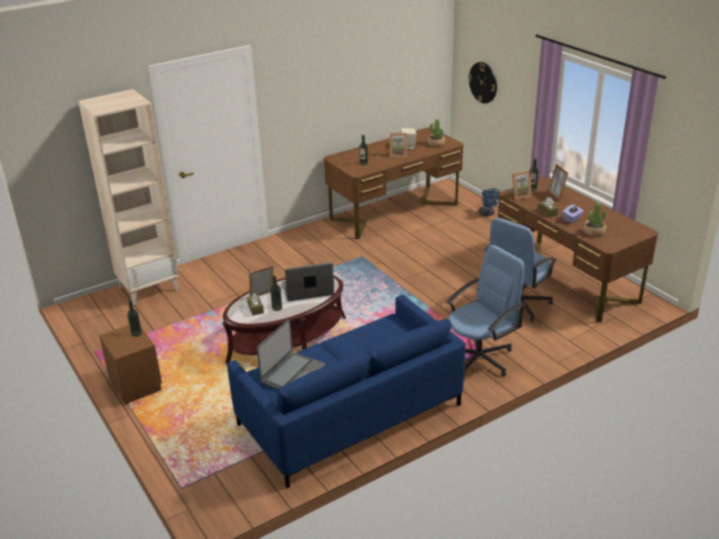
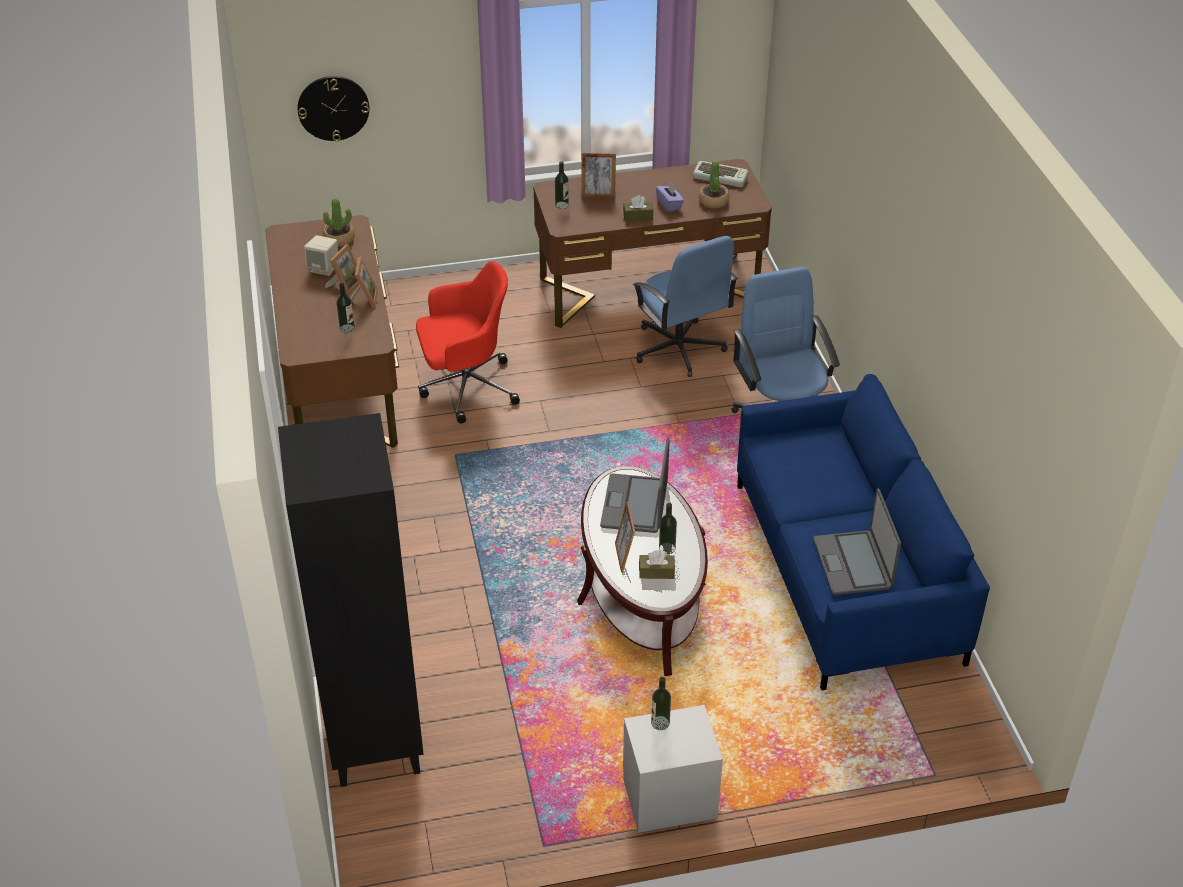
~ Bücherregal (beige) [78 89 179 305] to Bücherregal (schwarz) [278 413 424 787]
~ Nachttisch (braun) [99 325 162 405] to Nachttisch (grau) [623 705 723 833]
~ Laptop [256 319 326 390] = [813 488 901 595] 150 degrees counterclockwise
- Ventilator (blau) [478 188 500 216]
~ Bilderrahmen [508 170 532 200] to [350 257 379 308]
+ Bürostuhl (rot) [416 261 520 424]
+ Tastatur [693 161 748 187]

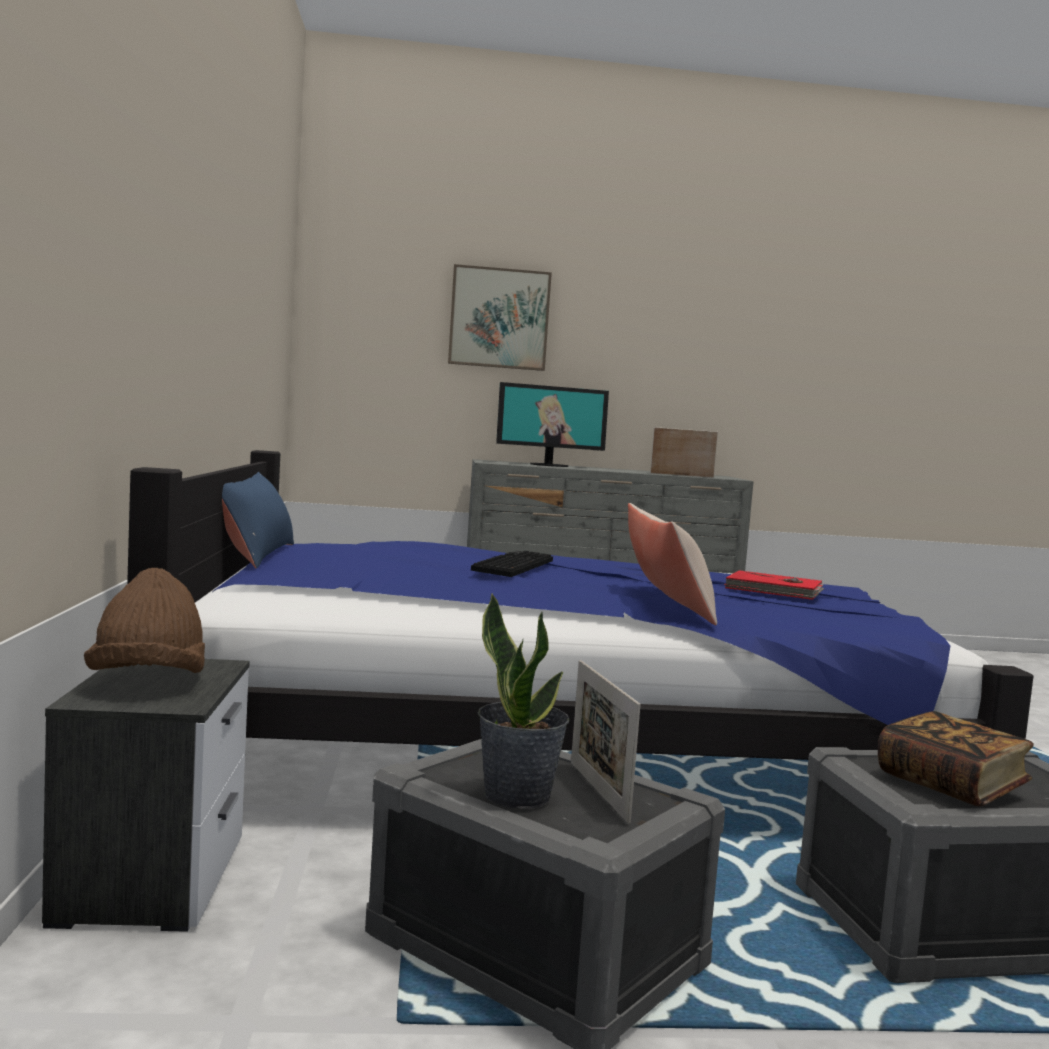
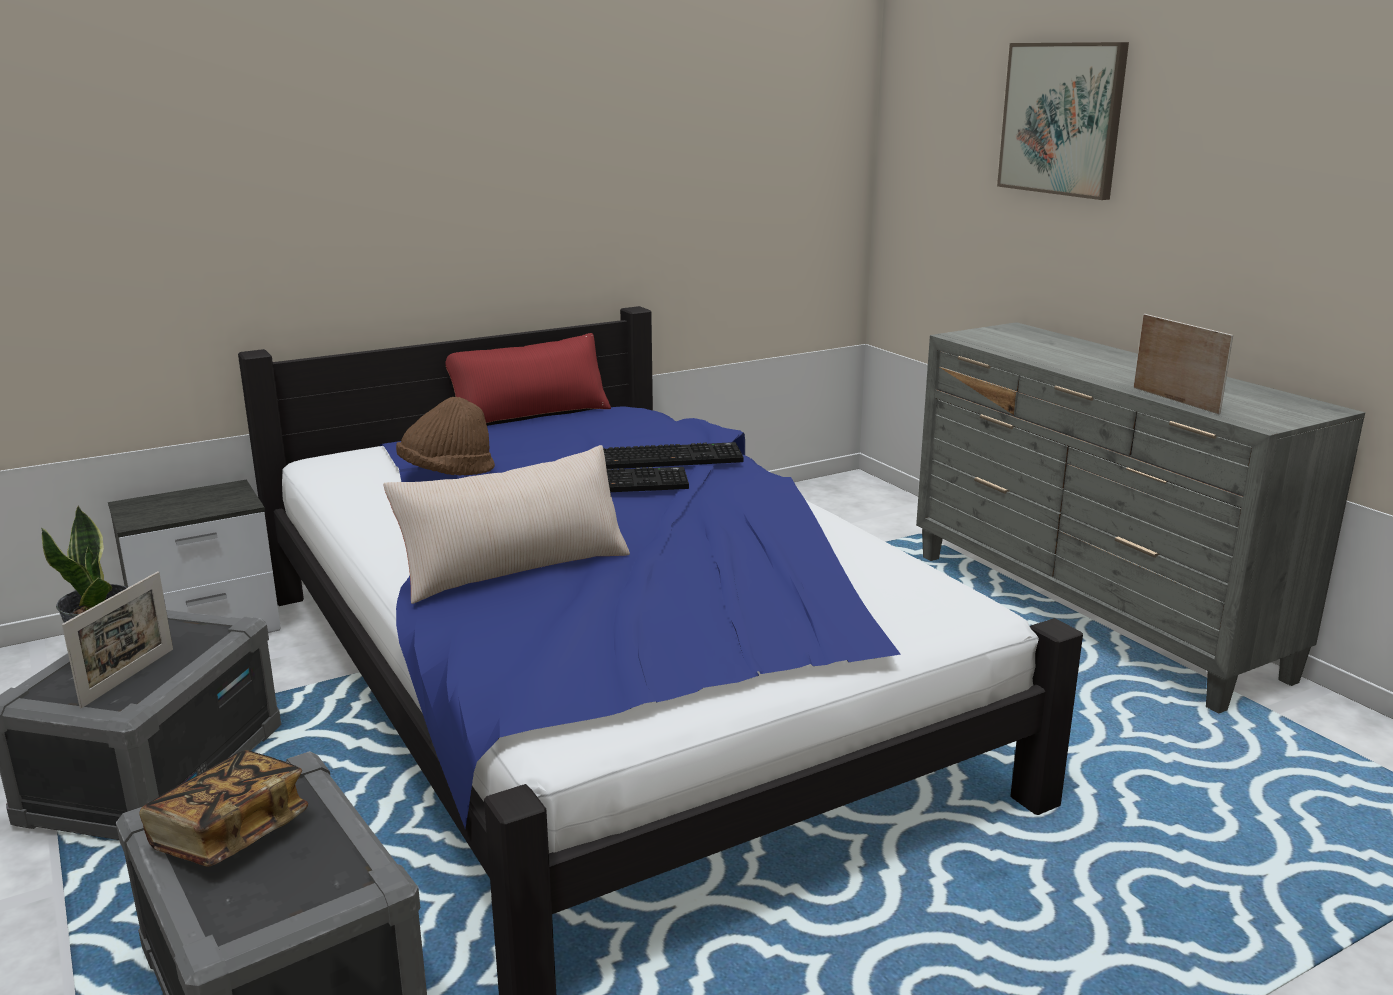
~ Hut (braun) [84 568 205 673] to [396 397 495 476]
~ Kissen (blau) [222 472 294 568] to Kissen (rot) [445 333 611 423]
- Monitor [496 382 609 467]
~ Bilderrahmen [571 660 641 824] = [62 571 173 709] 150 degrees clockwise
- Buch (rot) [724 570 824 600]
+ Tastatur [603 442 744 469]

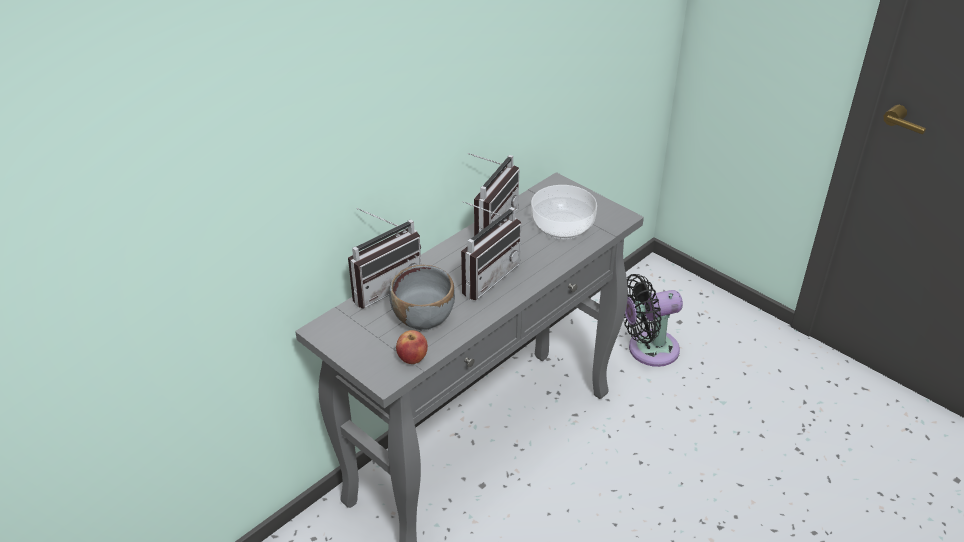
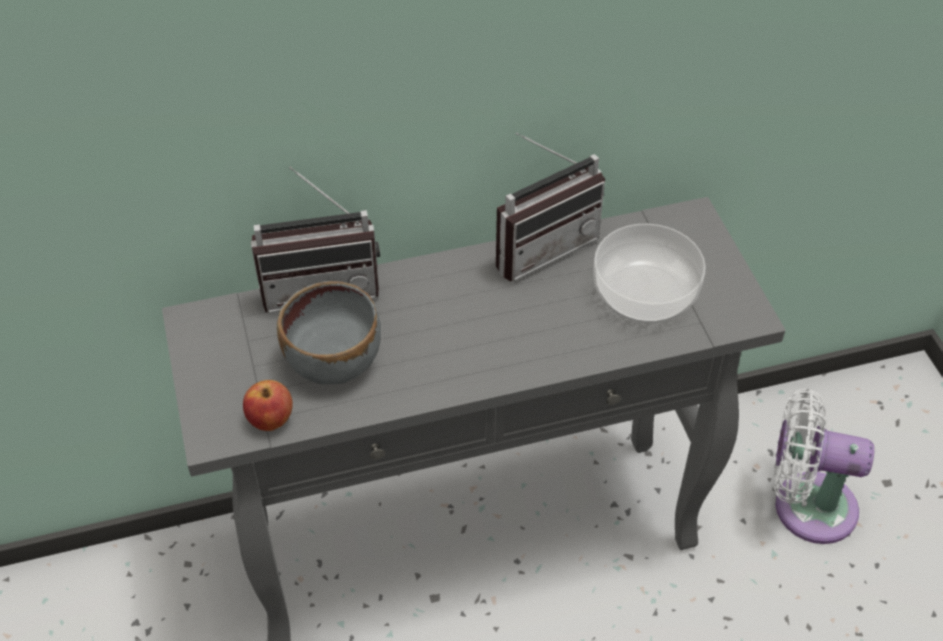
- Radio [461 201 521 300]
~ Ventilator (schwarz) [623 274 683 367] to Ventilator (weiß) [774 388 874 544]

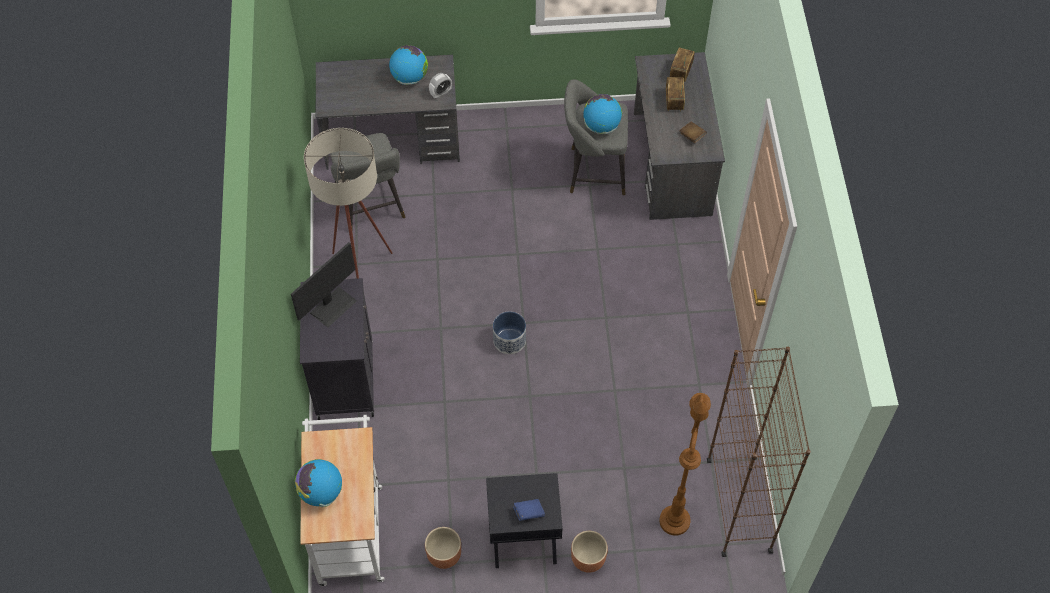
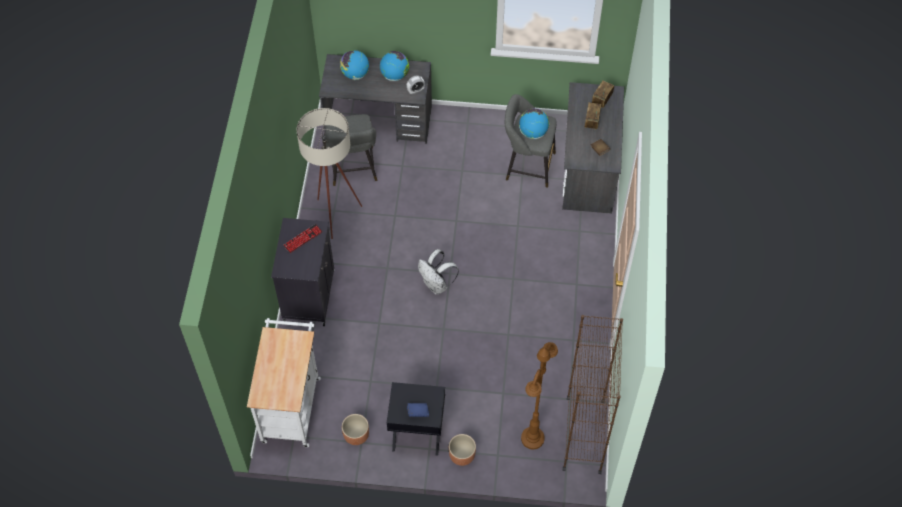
~ Monitor [291 242 357 328] to Tastatur [283 224 322 253]
~ Globus [295 459 342 507] to [340 50 369 80]
~ Pflanzkübel [493 311 526 354] to Rucksack (weiß) [418 249 459 295]

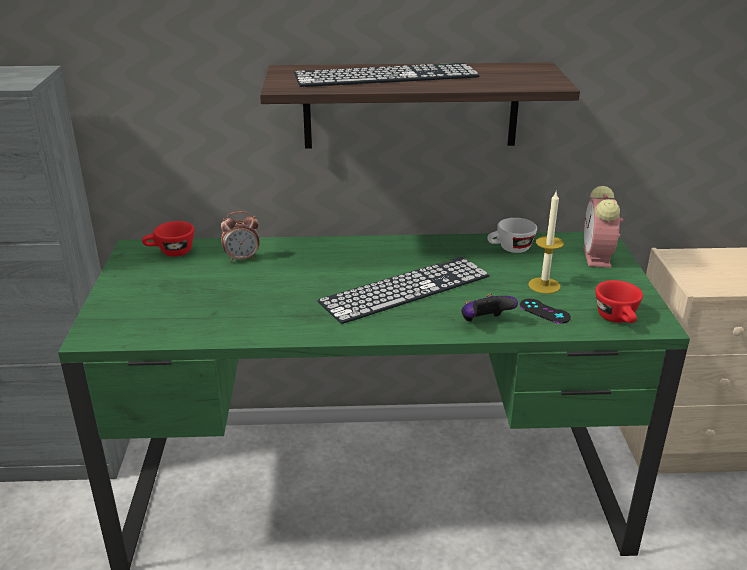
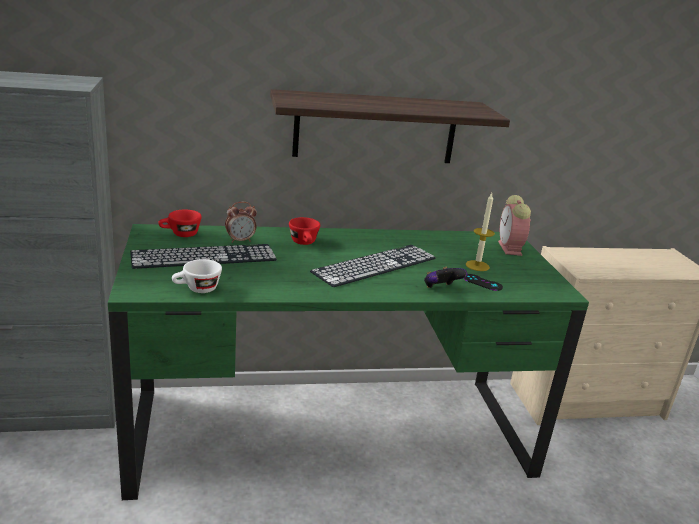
~ Tastatur [294 63 479 87] to [130 244 277 269]
~ Tasse (weiß) [487 218 537 253] to [172 259 222 293]
~ Tasse (rot) [595 280 643 323] to [289 217 320 245]

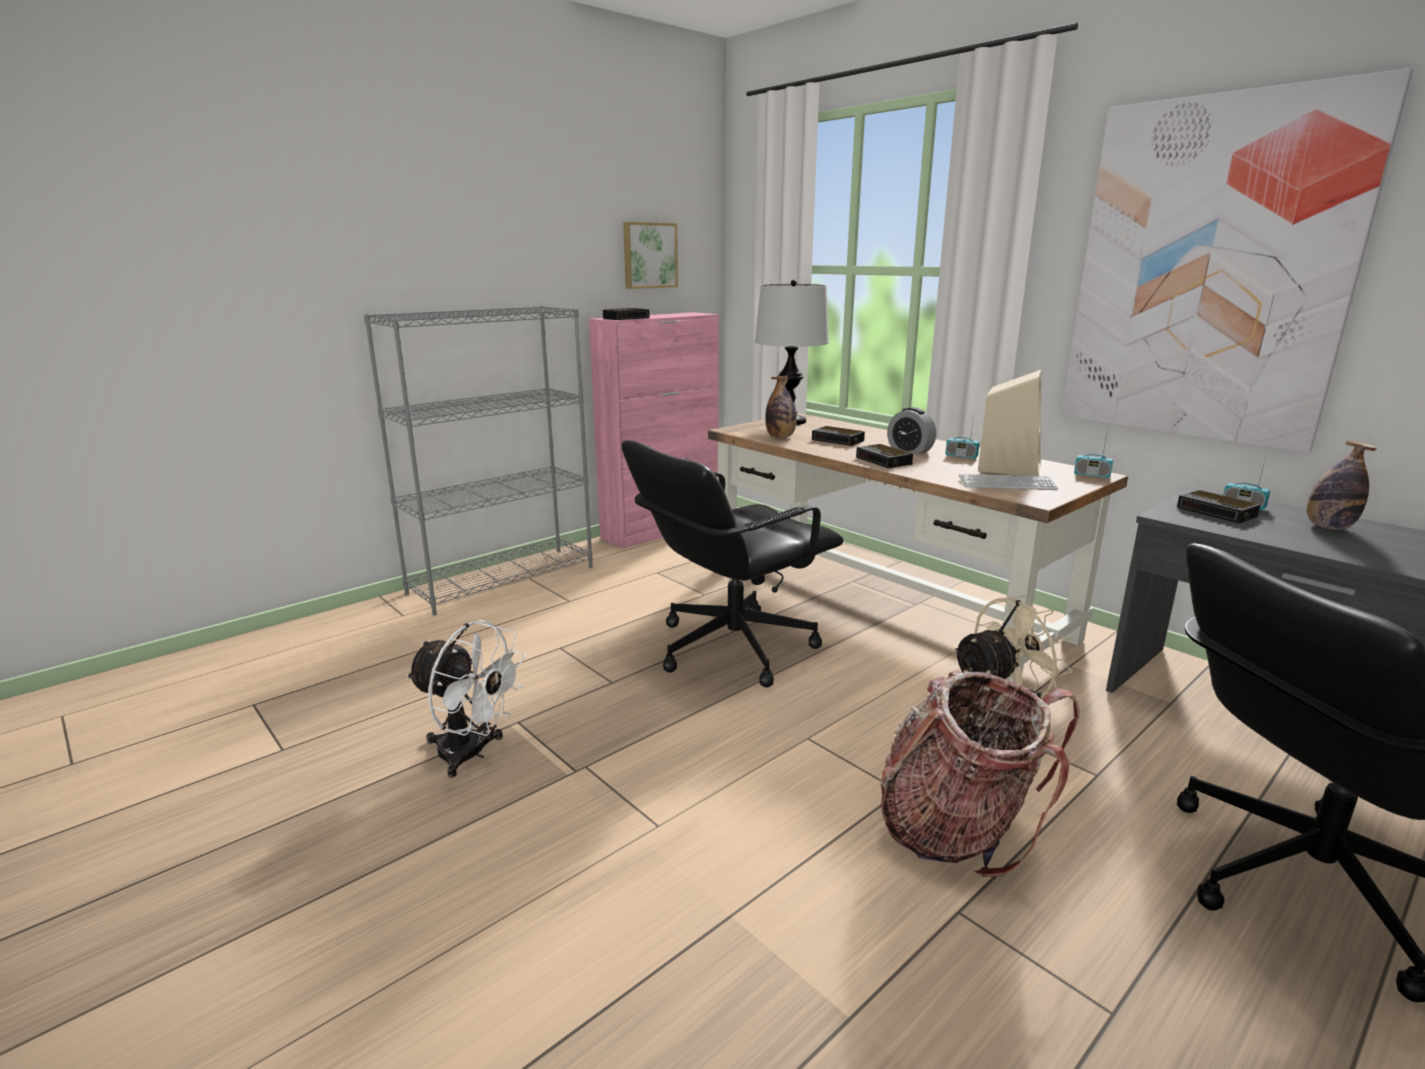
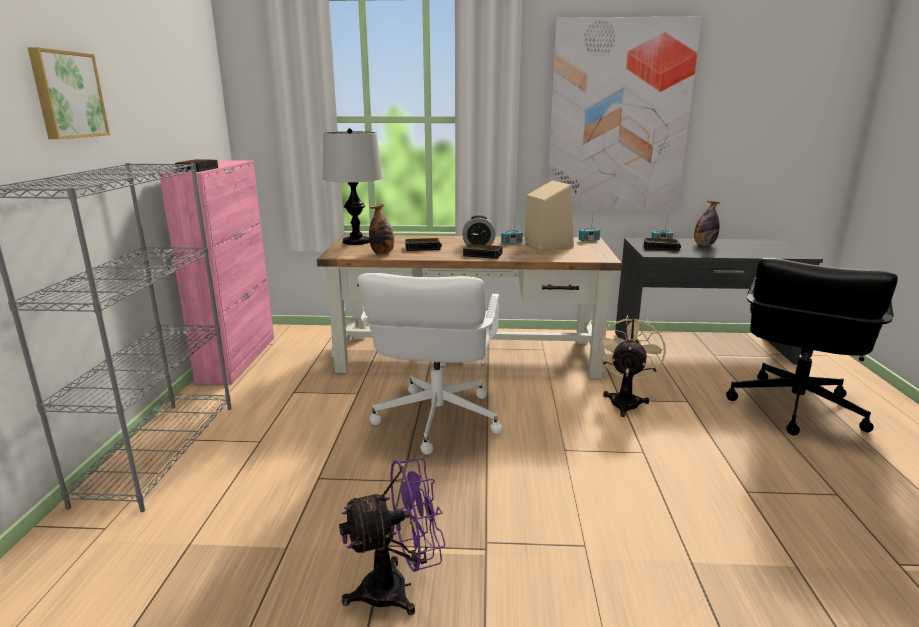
~ Ventilator (weiß) [406 620 526 778] to Ventilator (lila) [339 459 446 615]
~ Bürostuhl (schwarz) [622 440 844 688] to Bürostuhl (weiß) [358 273 503 455]
~ Bild [623 222 678 289] to [28 47 110 139]
- Rucksack [880 670 1080 877]
- Tastatur [959 474 1058 490]

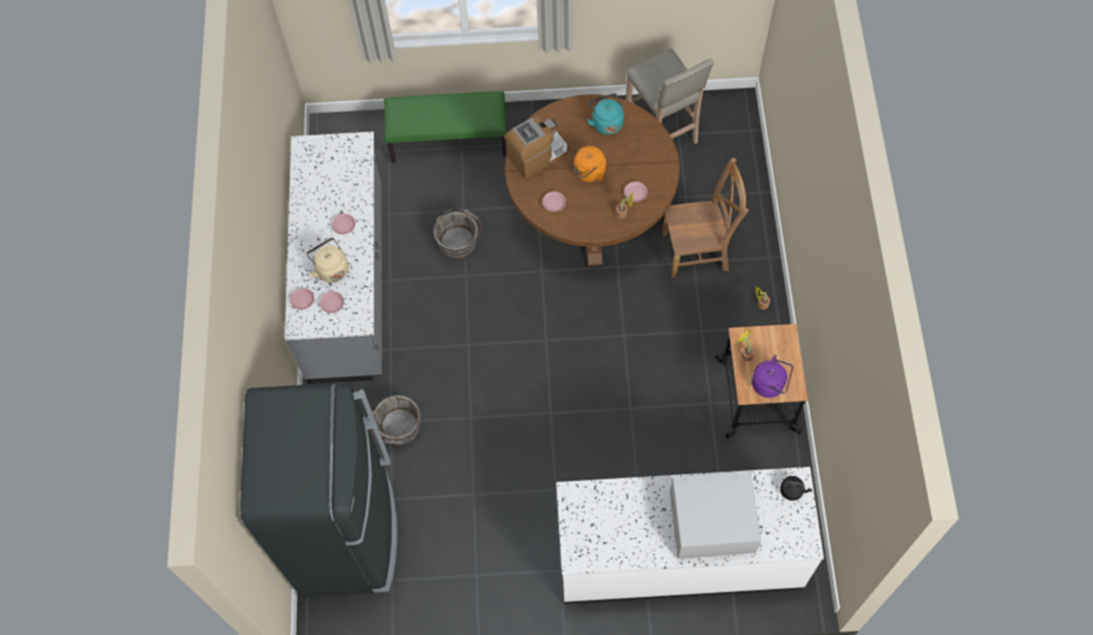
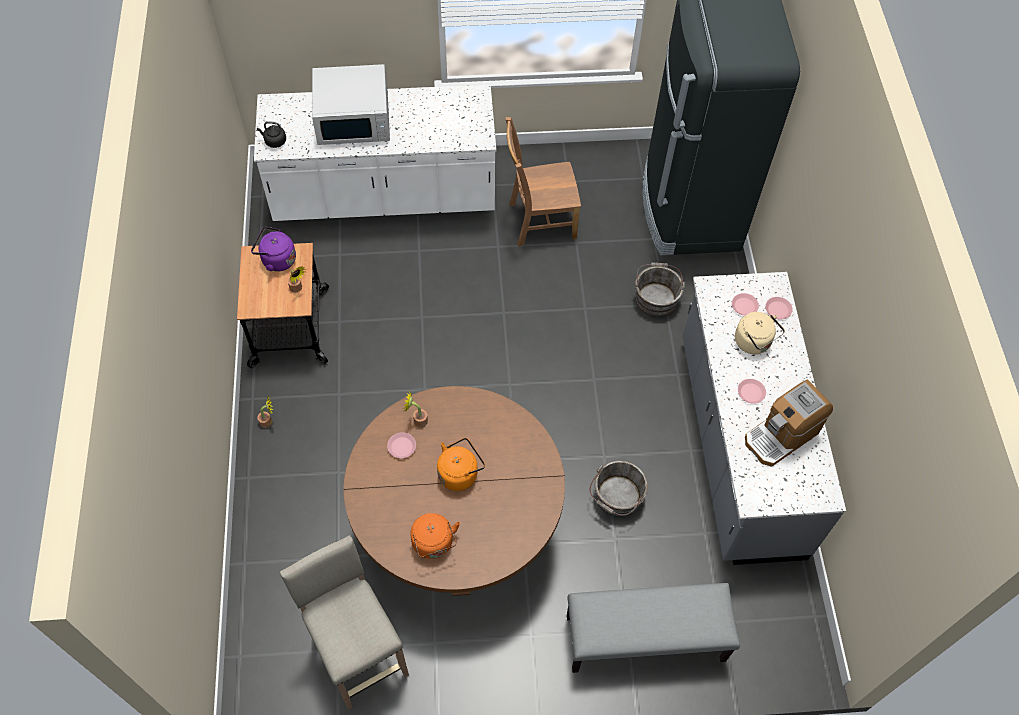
~ Bank (grün) [384 91 507 163] to Bank (grau) [567 583 740 673]
~ Kaffeemaschine [504 116 567 179] to [745 379 833 467]
- Teller (rosa) [542 191 566 212]
~ Wasserkessel (türkis) [587 93 624 135] to Wasserkessel (orange) [410 513 460 559]
~ Stuhl (braun) [662 158 748 278] to [505 117 581 247]

